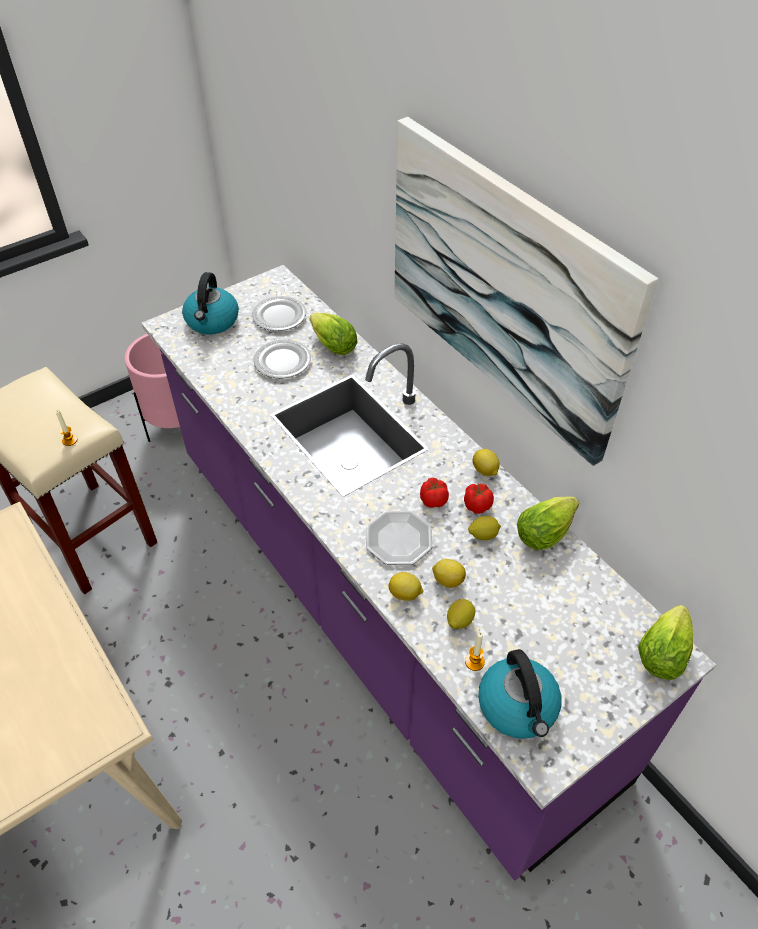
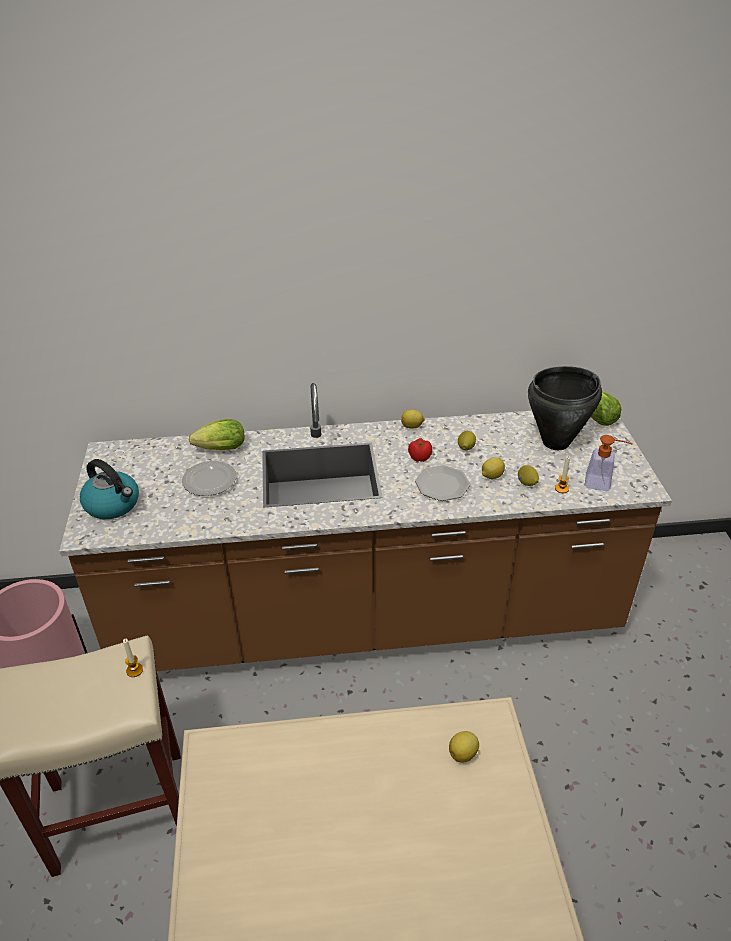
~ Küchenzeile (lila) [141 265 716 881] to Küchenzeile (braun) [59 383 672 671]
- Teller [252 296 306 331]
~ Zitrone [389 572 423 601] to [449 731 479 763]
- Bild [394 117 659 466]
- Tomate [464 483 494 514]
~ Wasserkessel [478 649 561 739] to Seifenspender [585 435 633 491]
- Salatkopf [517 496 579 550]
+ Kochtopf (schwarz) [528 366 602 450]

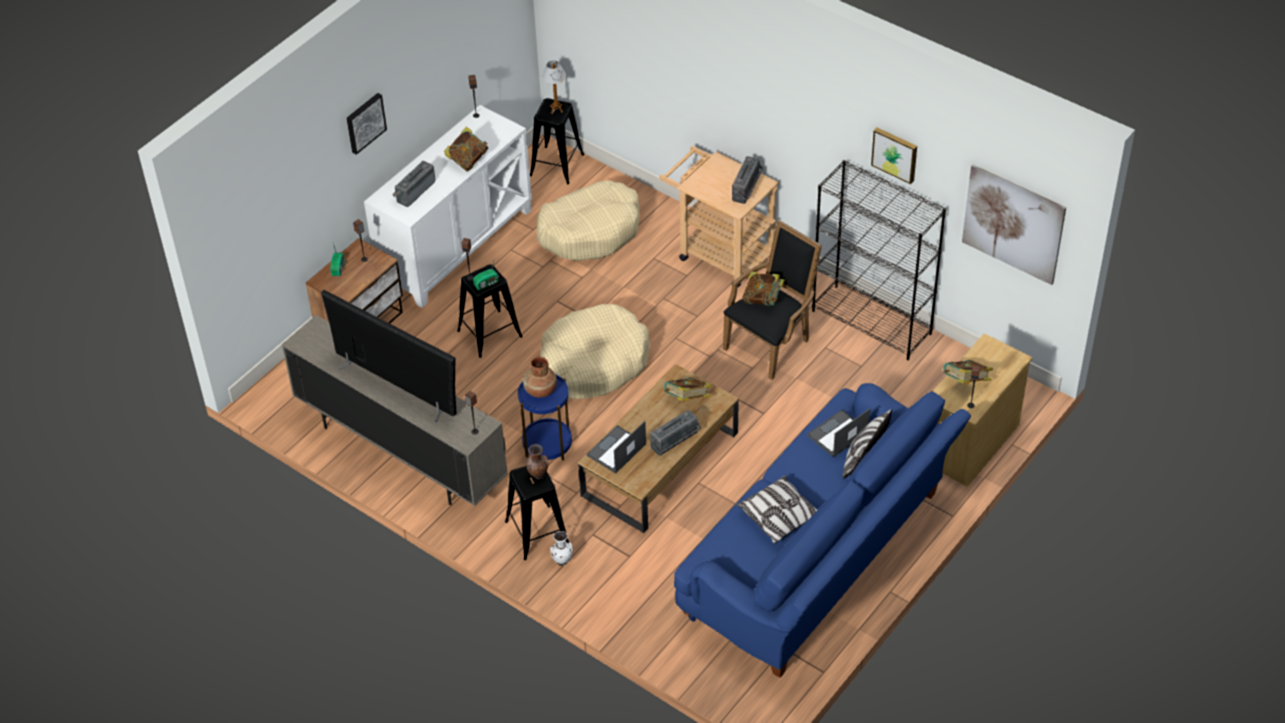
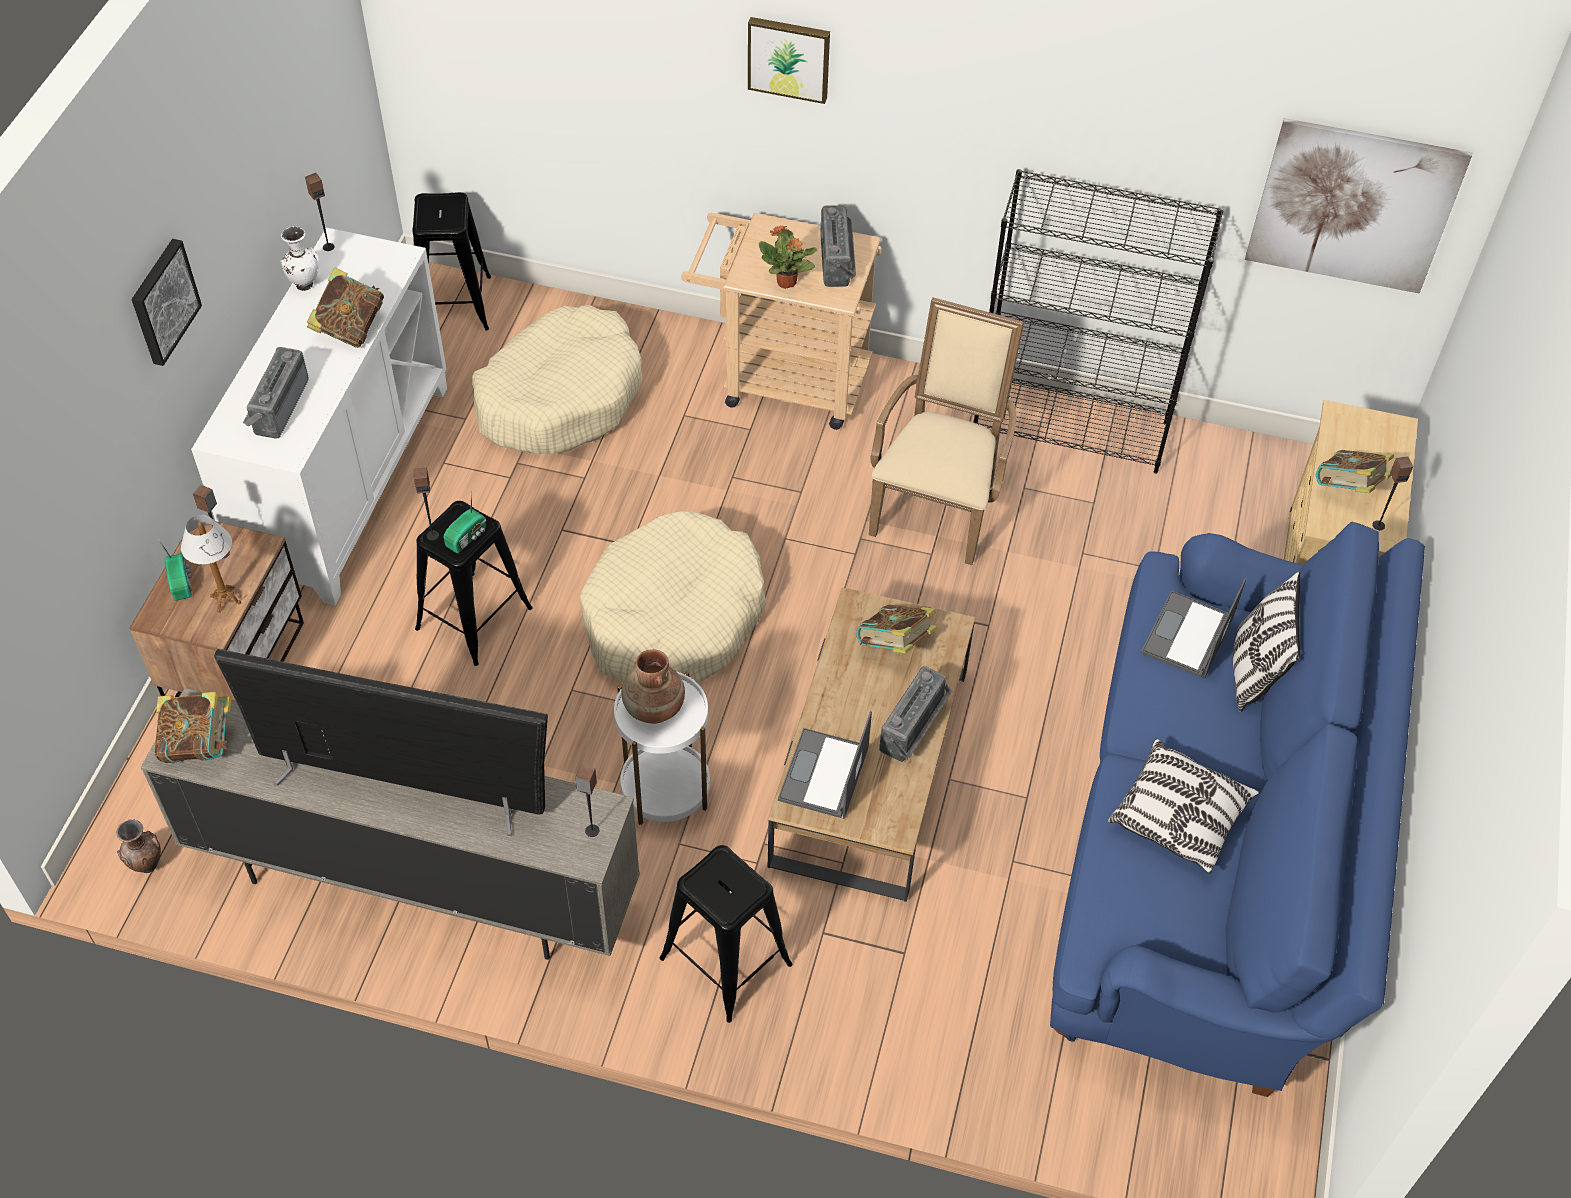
~ Beistelltisch (blau) [518 374 572 461] to Beistelltisch (weiß) [614 671 710 825]
~ Vase (braun) [525 444 548 479] to [116 819 161 873]
~ Tischlampe [542 60 566 114] to [181 515 241 612]
~ Vase (weiß) [550 531 573 566] to [280 226 319 291]
~ Sessel (schwarz) [723 220 822 380] to Sessel (beige) [869 297 1024 565]
~ Buch [742 272 785 306] to [154 692 232 763]
~ Bild [871 128 917 184] to [748 17 830 104]
+ Topfpflanze [759 225 817 289]

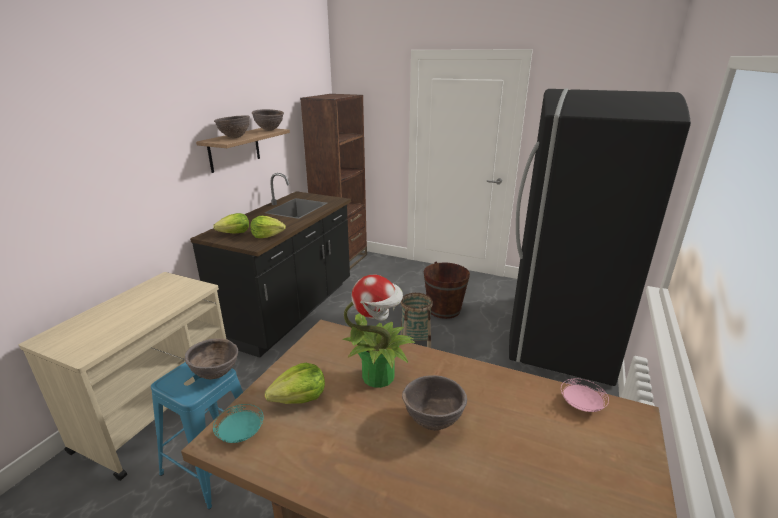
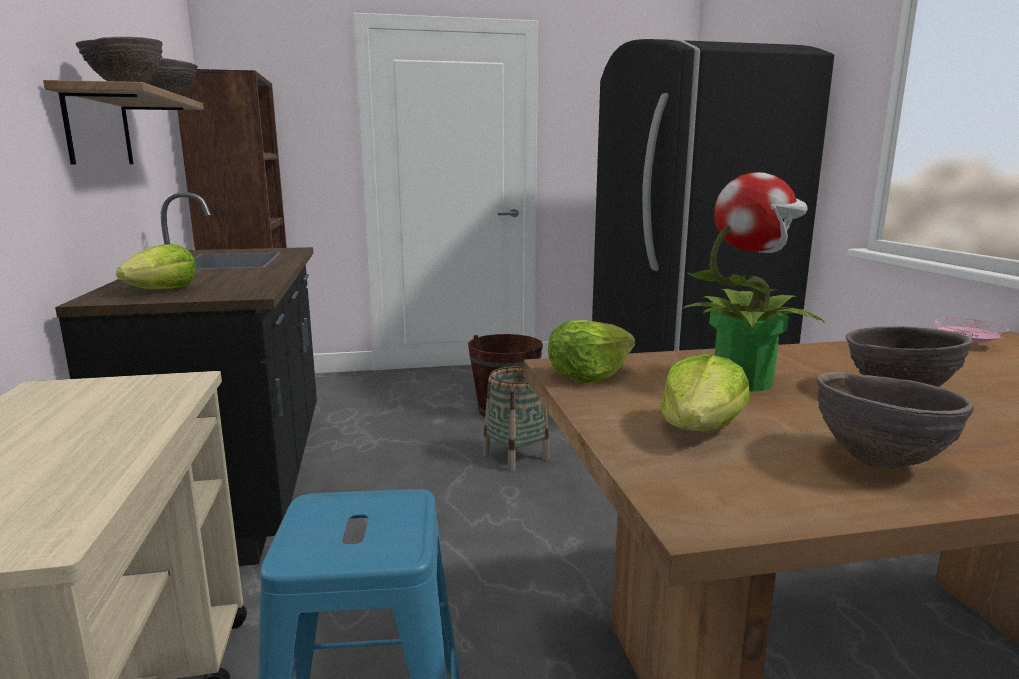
~ Schüssel (braun) [185 338 238 380] to [817 372 974 470]
- Teller (türkis) [213 404 264 443]
~ Salatkopf [250 216 286 238] to [548 320 635 383]

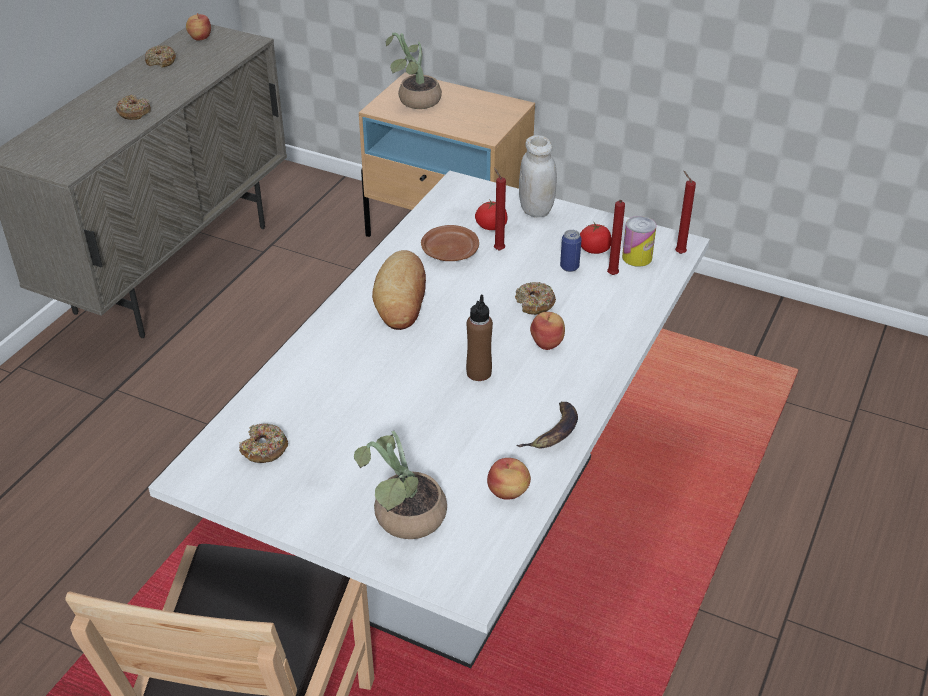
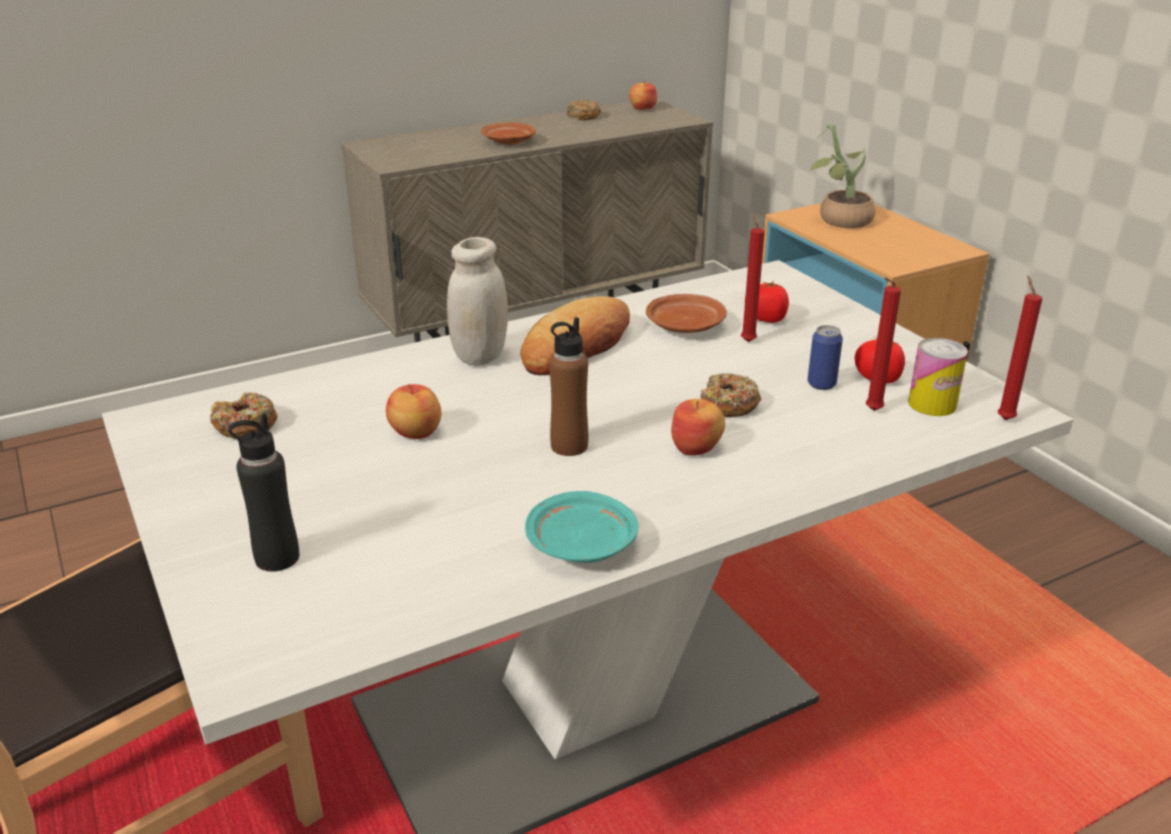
~ Donut [116 95 151 120] to Teller (braun) [481 122 536 145]
~ Topfpflanze [354 431 447 539] to Flasche (schwarz) [228 413 299 572]
~ Apfel [487 458 531 500] to [386 384 441 439]
~ Banane [517 402 578 448] to Teller (türkis) [525 491 638 563]
~ Vorratsglas (weiß) [519 135 557 217] to [447 237 508 366]

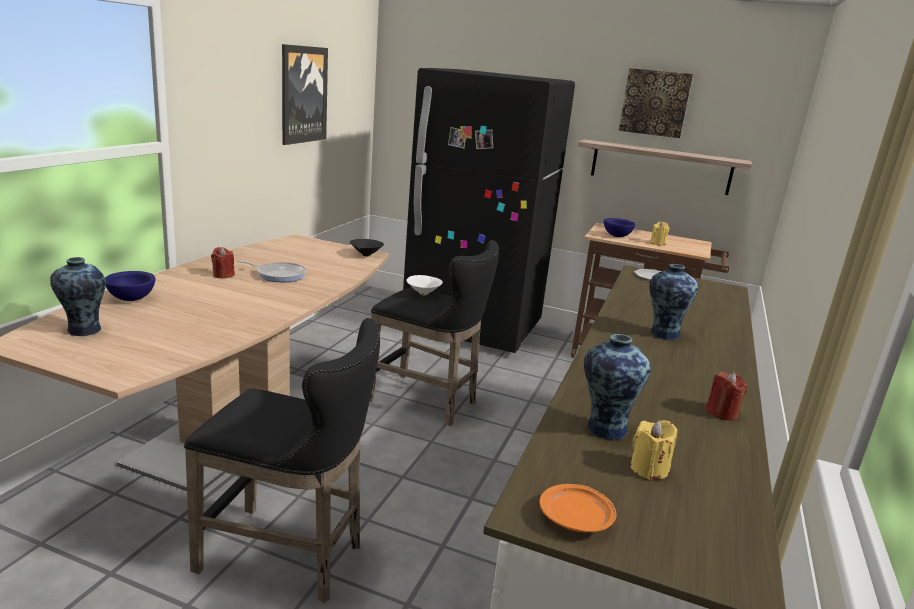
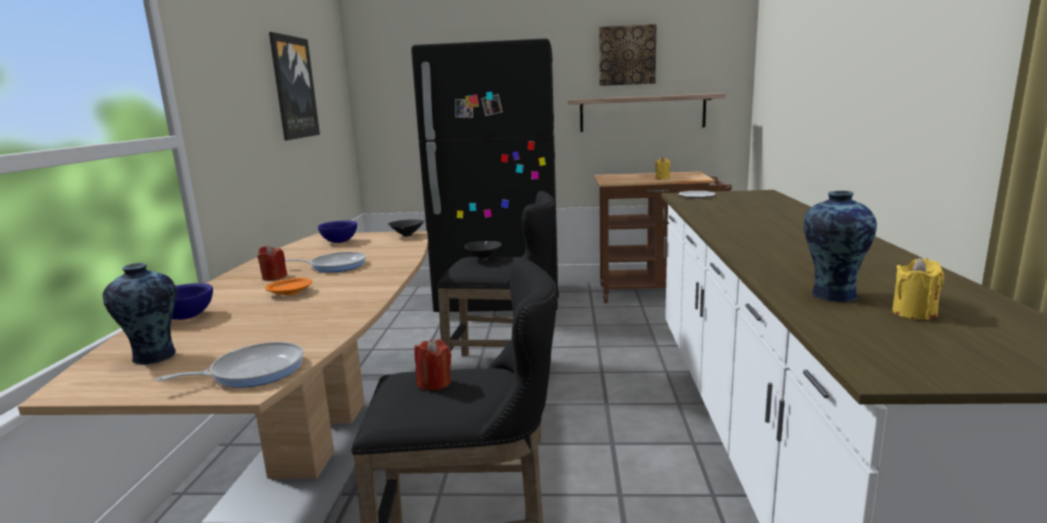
~ Schüssel (weiß) [406 275 443 295] to Schüssel (schwarz) [464 241 502 260]
~ Teller (orange) [539 484 616 532] to [265 278 312 295]
~ Schüssel (blau) [604 218 636 237] to [318 221 357 243]
- Vase [649 264 698 340]
~ Kerze (rot) [705 372 748 421] to [415 339 451 391]
+ Pfanne [156 342 304 388]

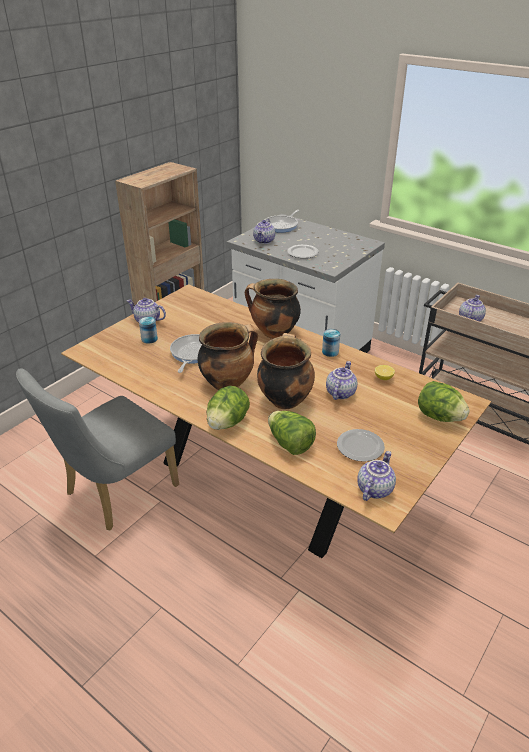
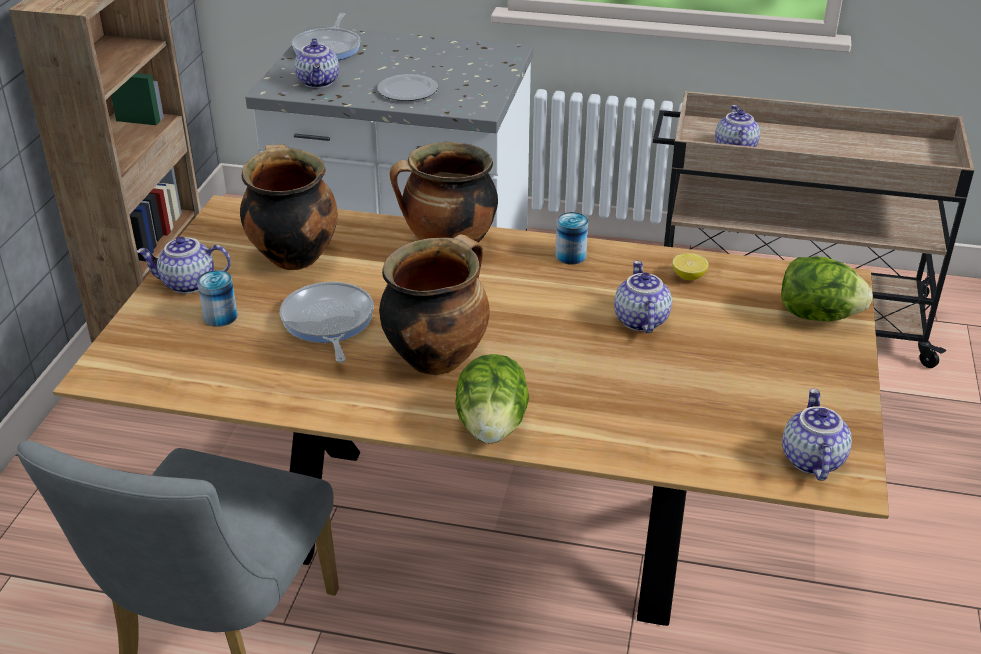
~ Kochtopf [257 333 315 410] to [240 144 338 270]
- Salatkopf [268 411 316 455]
- Teller [337 429 385 462]

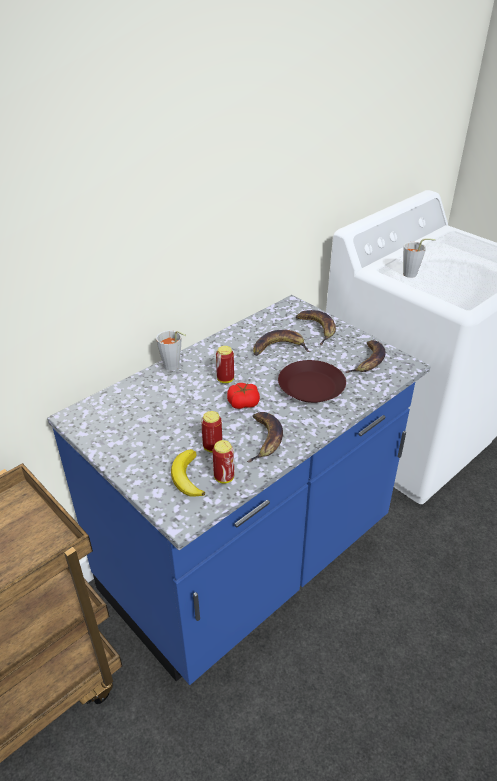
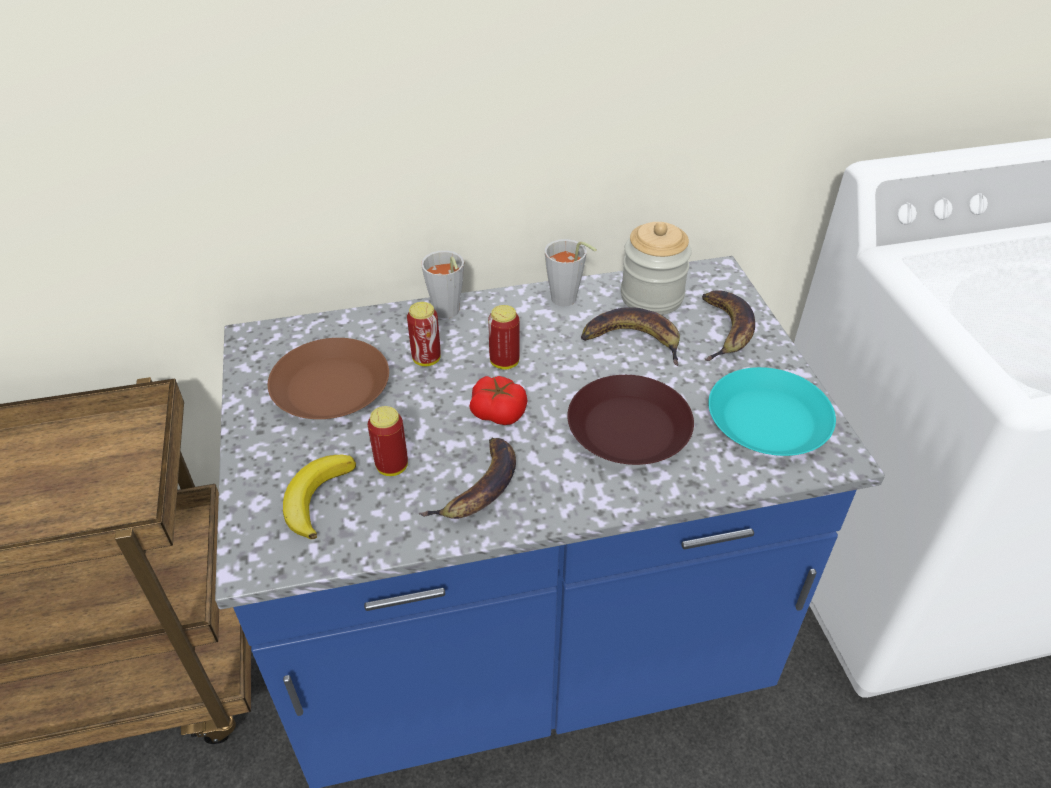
~ Dose [212 440 234 484] to [407 302 441 366]
~ Banane [345 340 385 373] to Teller (türkis) [708 367 836 456]
~ Tasse (grau) [403 238 435 278] to [545 239 597 306]
+ Teller (braun) [268 338 389 419]
+ Vorratsglas [621 222 692 315]

